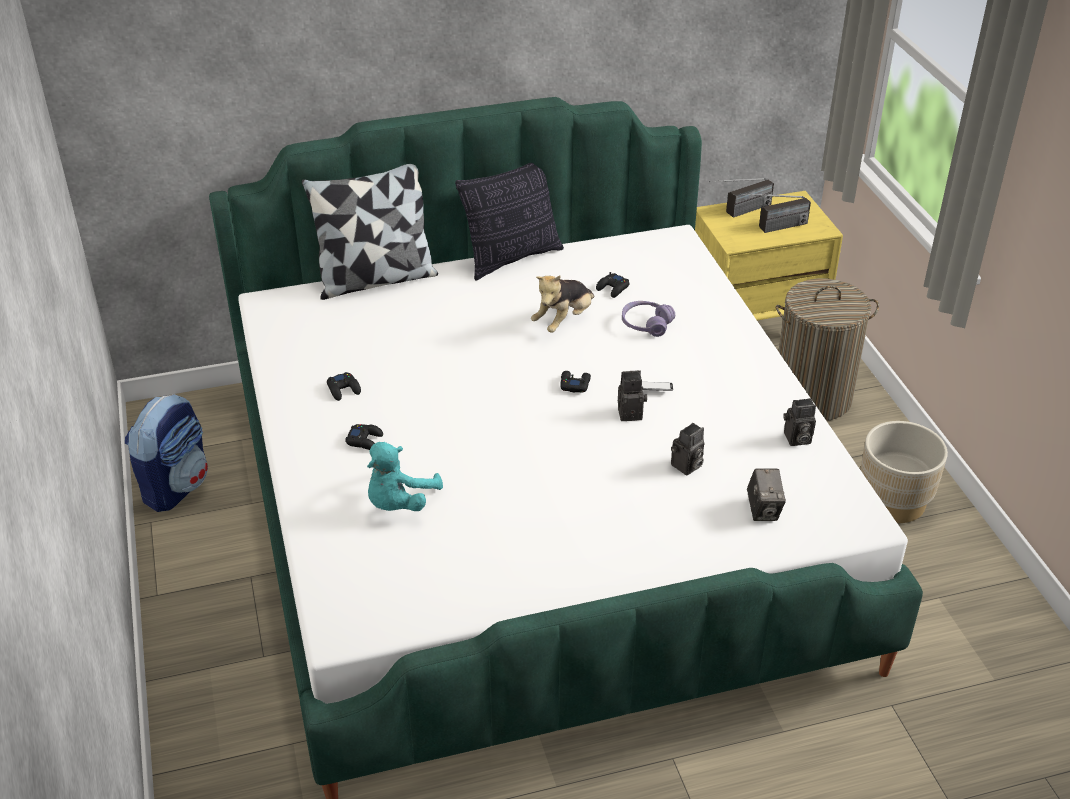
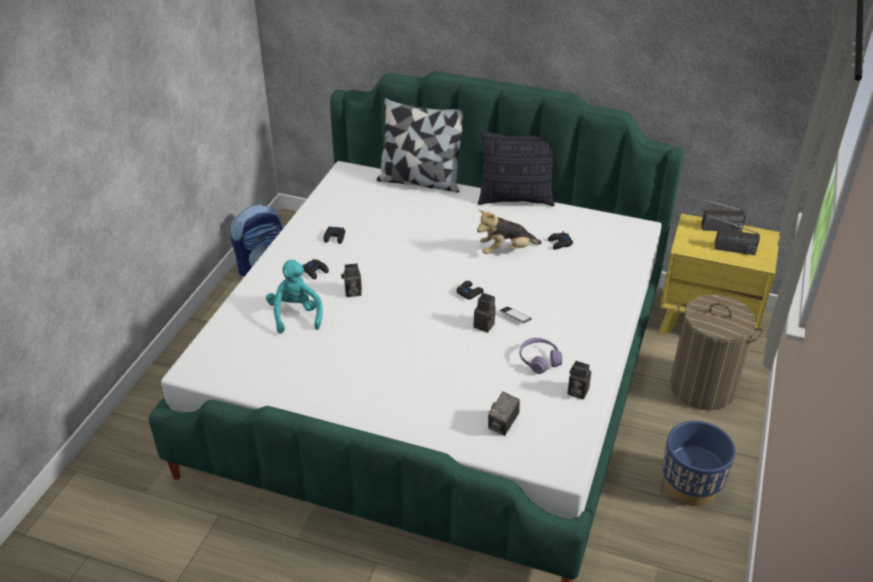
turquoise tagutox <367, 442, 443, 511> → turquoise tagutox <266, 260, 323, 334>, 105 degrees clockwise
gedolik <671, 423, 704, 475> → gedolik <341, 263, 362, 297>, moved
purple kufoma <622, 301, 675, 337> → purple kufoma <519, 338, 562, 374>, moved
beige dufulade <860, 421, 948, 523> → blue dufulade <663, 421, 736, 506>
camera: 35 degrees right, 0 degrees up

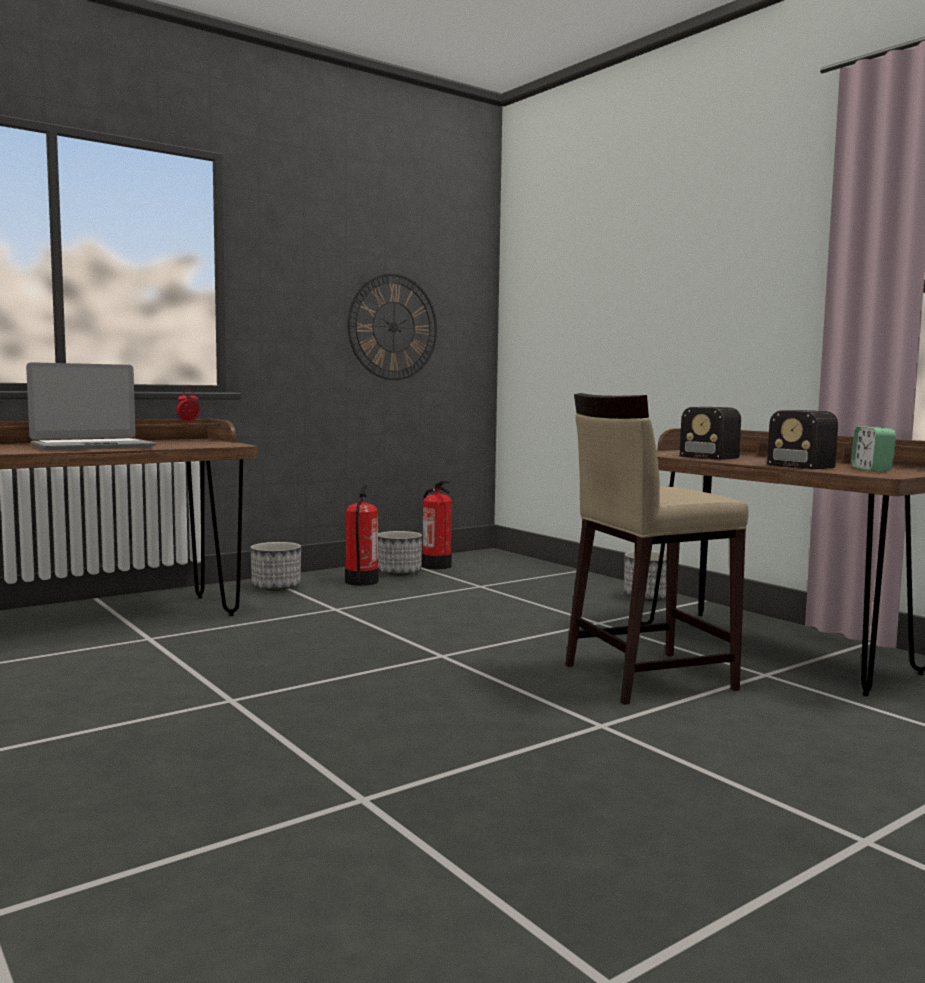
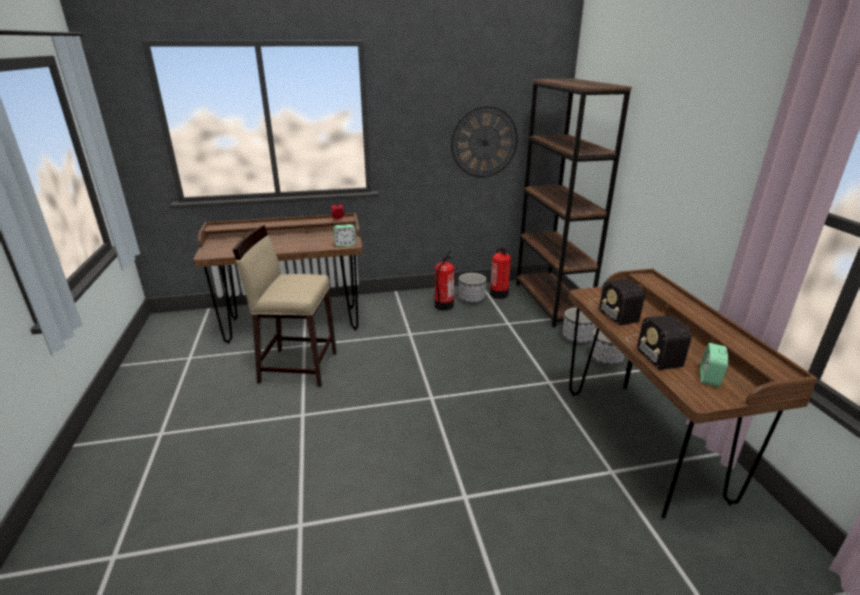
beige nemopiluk <565, 393, 749, 705> → beige nemopiluk <233, 225, 337, 387>, moved
- → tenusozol <333, 224, 356, 246>
- → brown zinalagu <516, 78, 632, 328>
dufulade <250, 542, 301, 591> → dufulade <563, 308, 596, 344>, moved
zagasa <26, 362, 156, 450> → -
camera: 25 degrees right, 20 degrees up

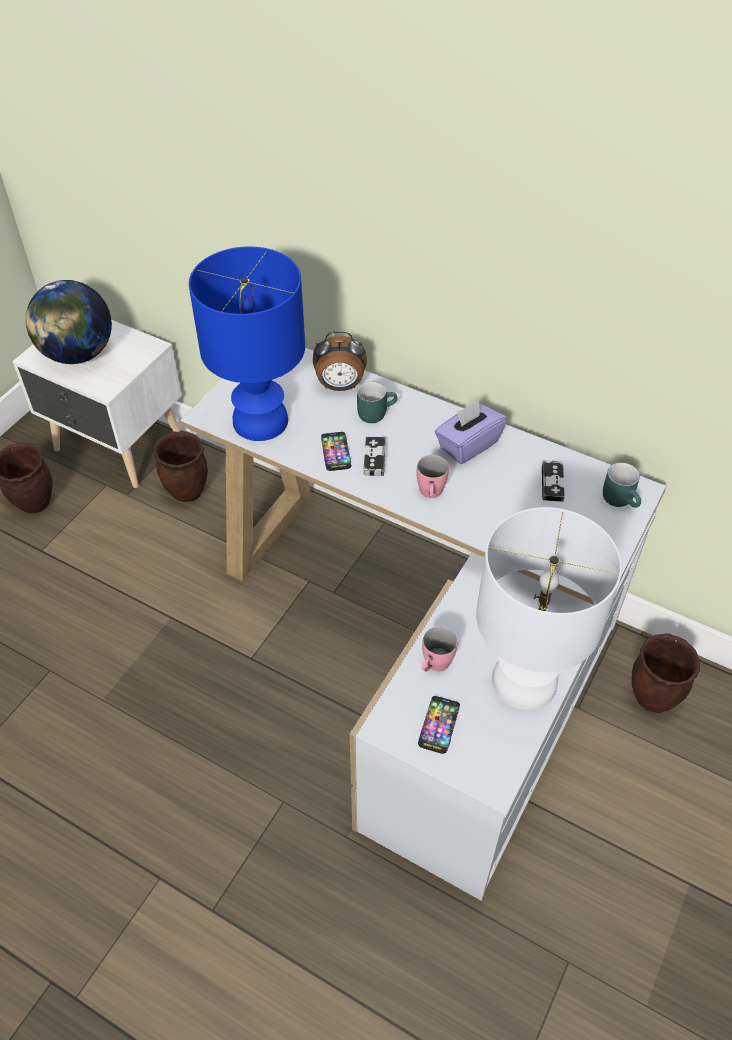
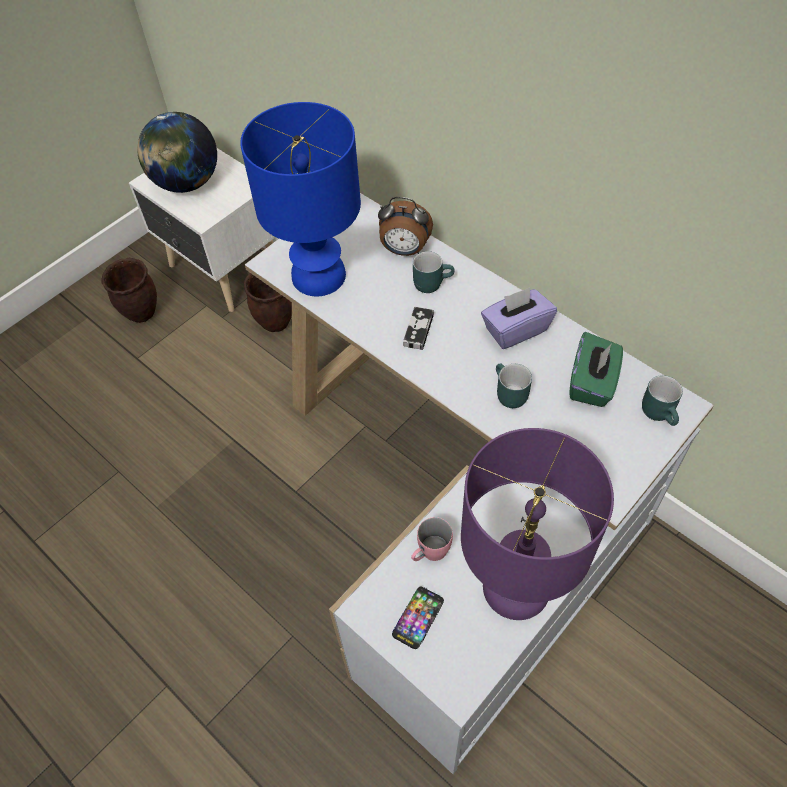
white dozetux <476, 507, 622, 710> → purple dozetux <461, 428, 614, 620>
- → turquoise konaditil <496, 363, 532, 408>
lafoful <542, 460, 565, 502> → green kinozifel <569, 332, 623, 407>
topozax <321, 432, 351, 471> → -
pink konaditil <417, 455, 449, 498> → -
brown dufulade <632, 633, 700, 713> → -
camera: 15 degrees right, 5 degrees up

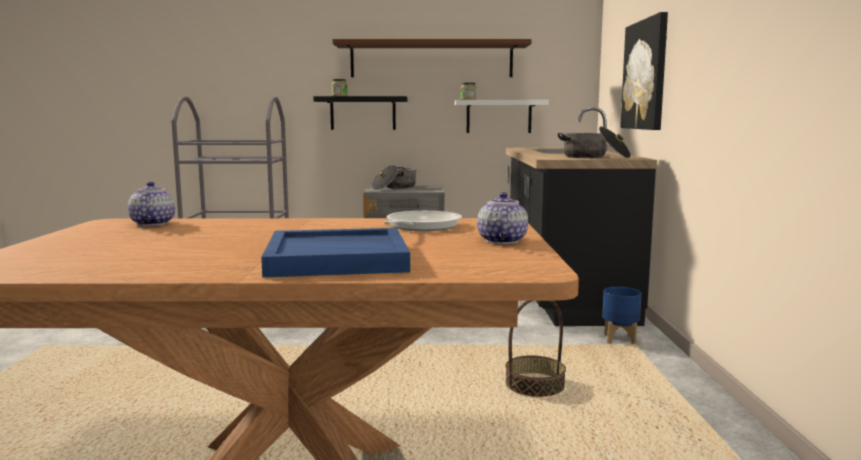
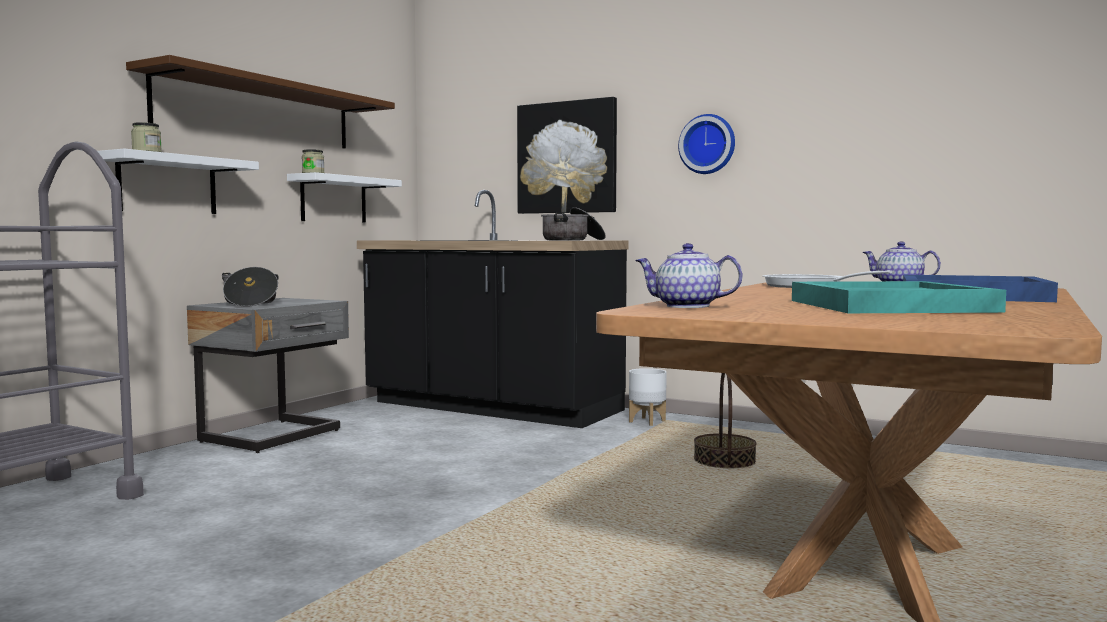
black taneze <313, 96, 408, 130> → white taneze <97, 149, 259, 214>
blue dufulade <602, 287, 642, 344> → white dufulade <629, 368, 667, 426>
- → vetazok <678, 114, 735, 174>
- → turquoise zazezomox <792, 281, 1006, 313>
camera: 60 degrees left, 5 degrees down

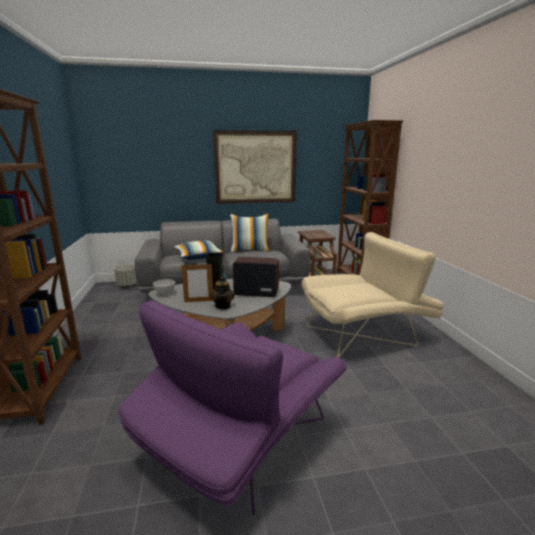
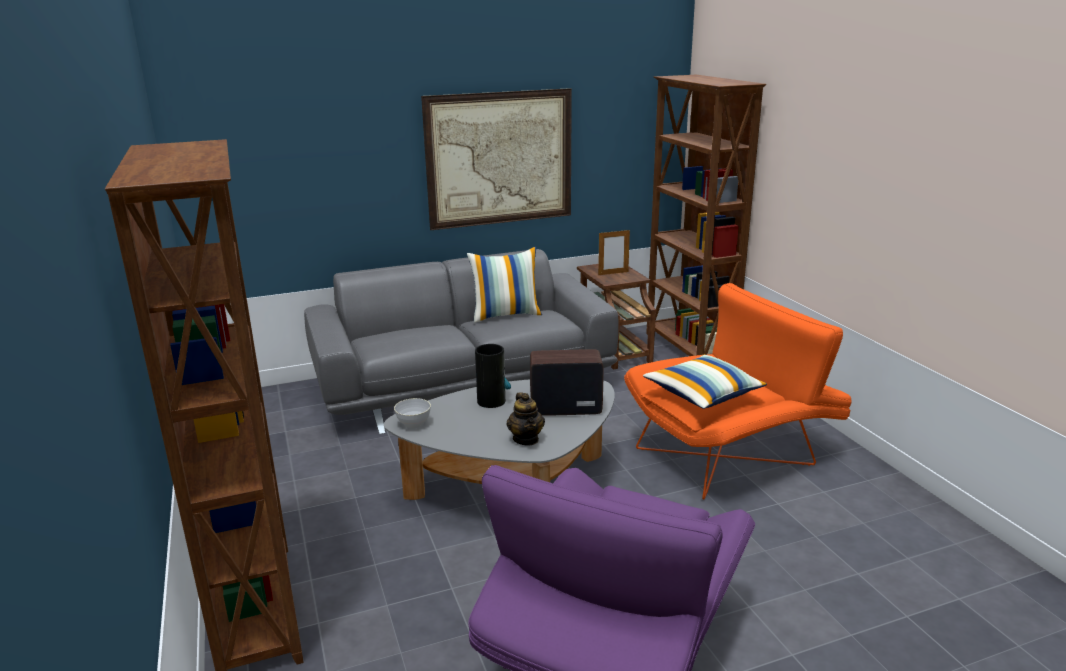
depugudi <181, 263, 213, 302> → depugudi <598, 229, 630, 275>, moved
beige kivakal <302, 232, 444, 357> → orange kivakal <624, 283, 852, 500>
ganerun <174, 240, 224, 260> → ganerun <643, 354, 767, 409>, moved
grey dufulade <114, 264, 137, 287> → -
camera: 10 degrees left, 5 degrees up

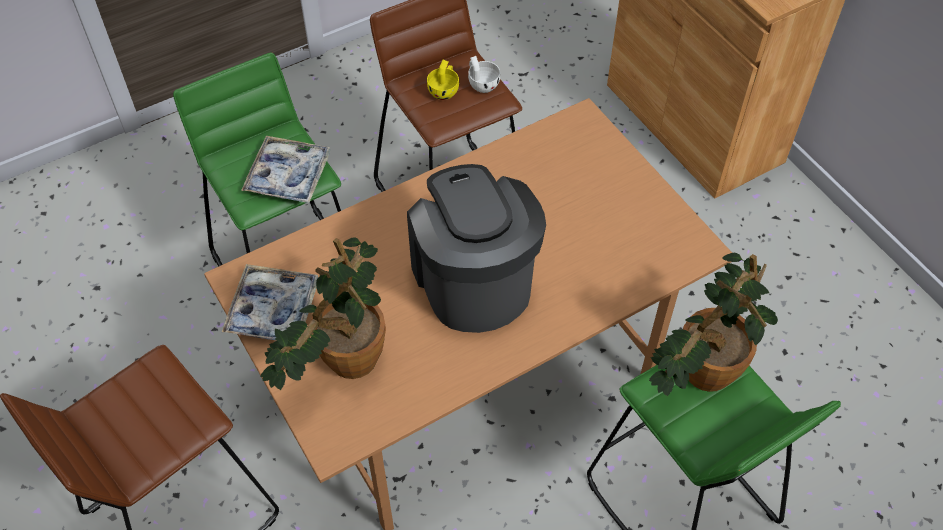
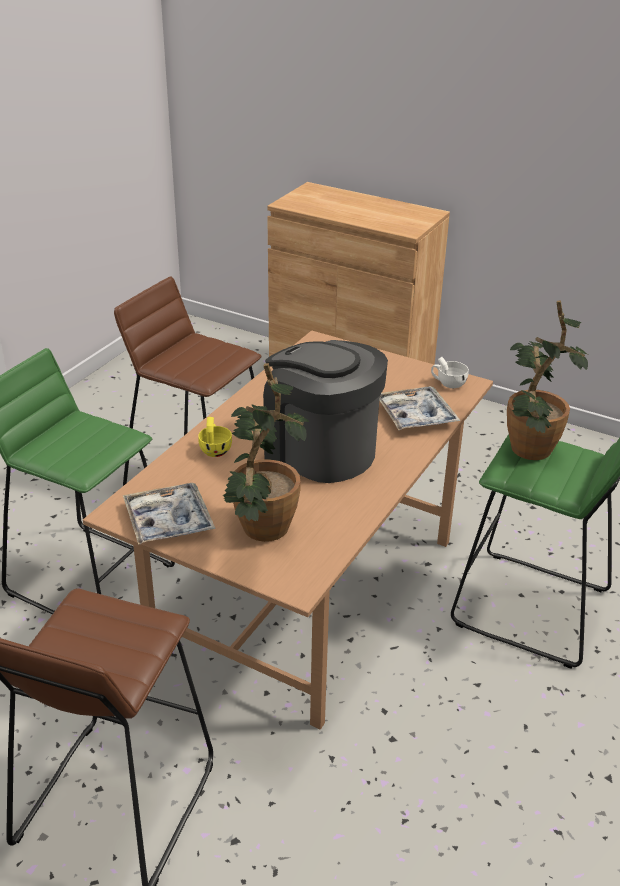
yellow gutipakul <427, 60, 459, 100> → yellow gutipakul <198, 417, 232, 457>, moved
zazezomox <241, 136, 331, 203> → zazezomox <379, 386, 460, 430>, moved
white gutipakul <468, 56, 500, 93> → white gutipakul <431, 357, 469, 388>, moved
camera: 30 degrees left, 20 degrees down

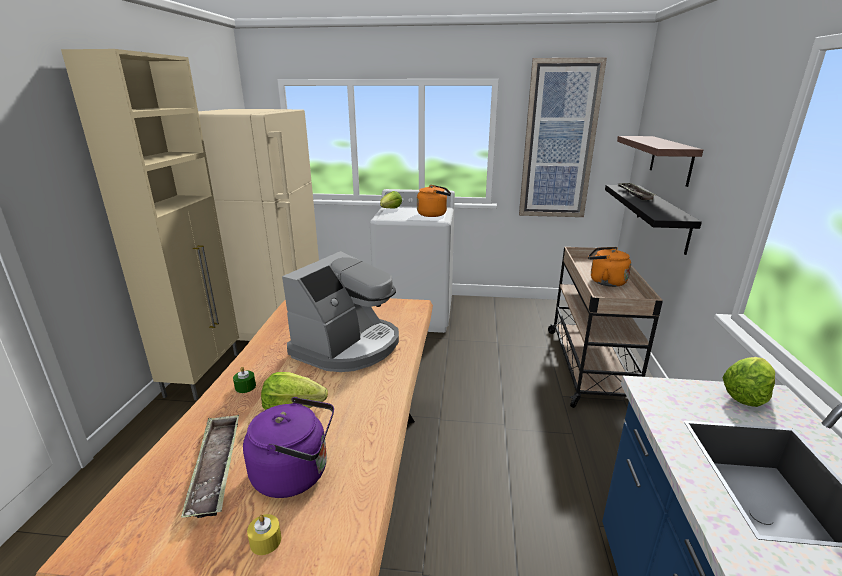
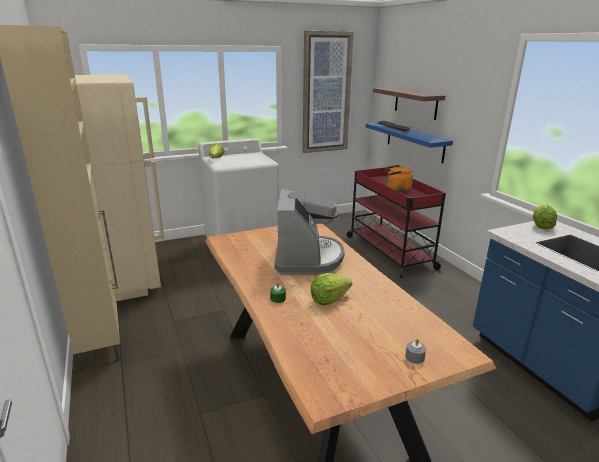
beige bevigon <548, 247, 663, 408> → red bevigon <346, 167, 446, 278>
black taneze <605, 185, 702, 255> → blue taneze <366, 123, 453, 163>
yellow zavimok <247, 514, 281, 555> → grey zavimok <405, 339, 426, 364>
zazezomox <181, 415, 239, 518> → -
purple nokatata <243, 397, 334, 498> → -
orange nokatata <417, 185, 451, 217> → -
camera: 30 degrees left, 0 degrees up

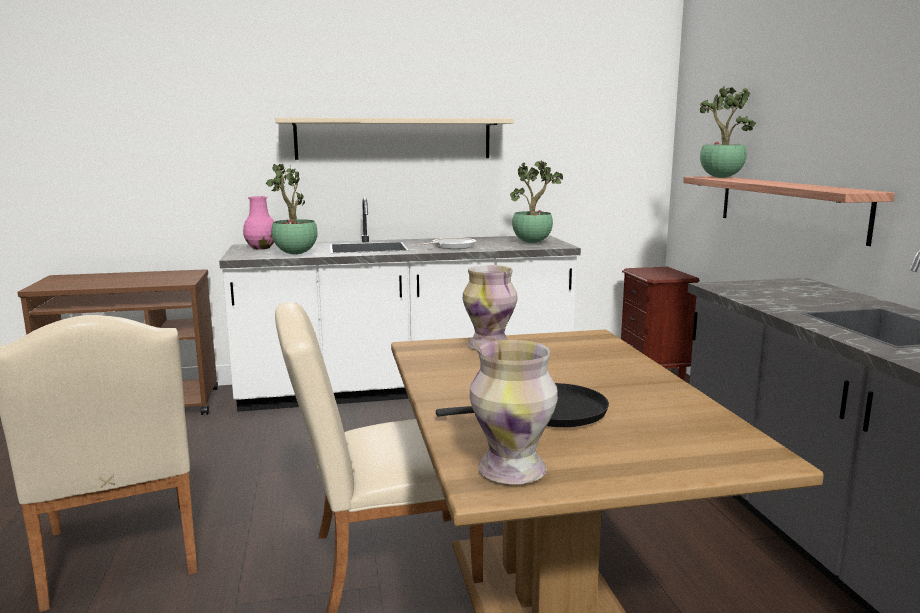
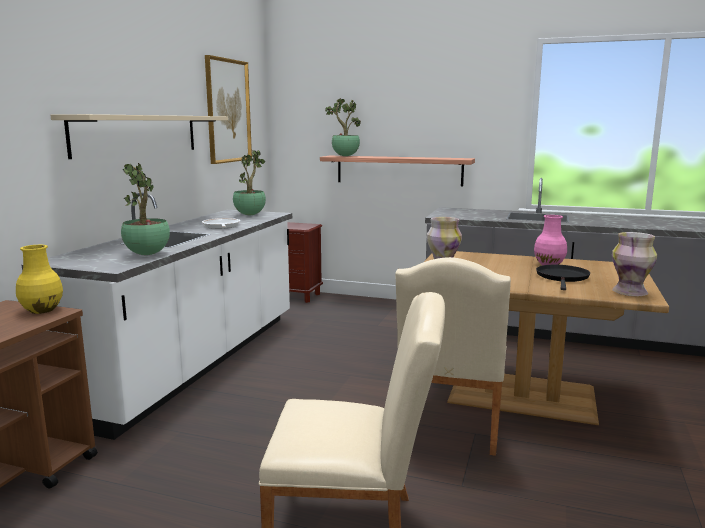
- → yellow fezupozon <16, 245, 63, 314>
- → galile <205, 55, 252, 164>
pink fezupozon <243, 196, 274, 249> → pink fezupozon <534, 215, 567, 265>, moved
camera: 60 degrees left, 0 degrees up

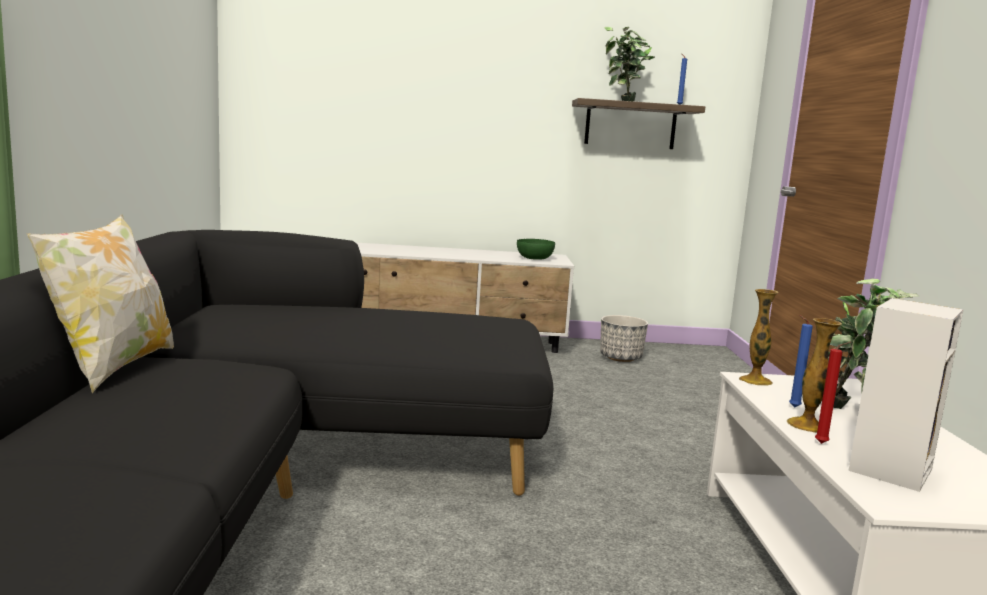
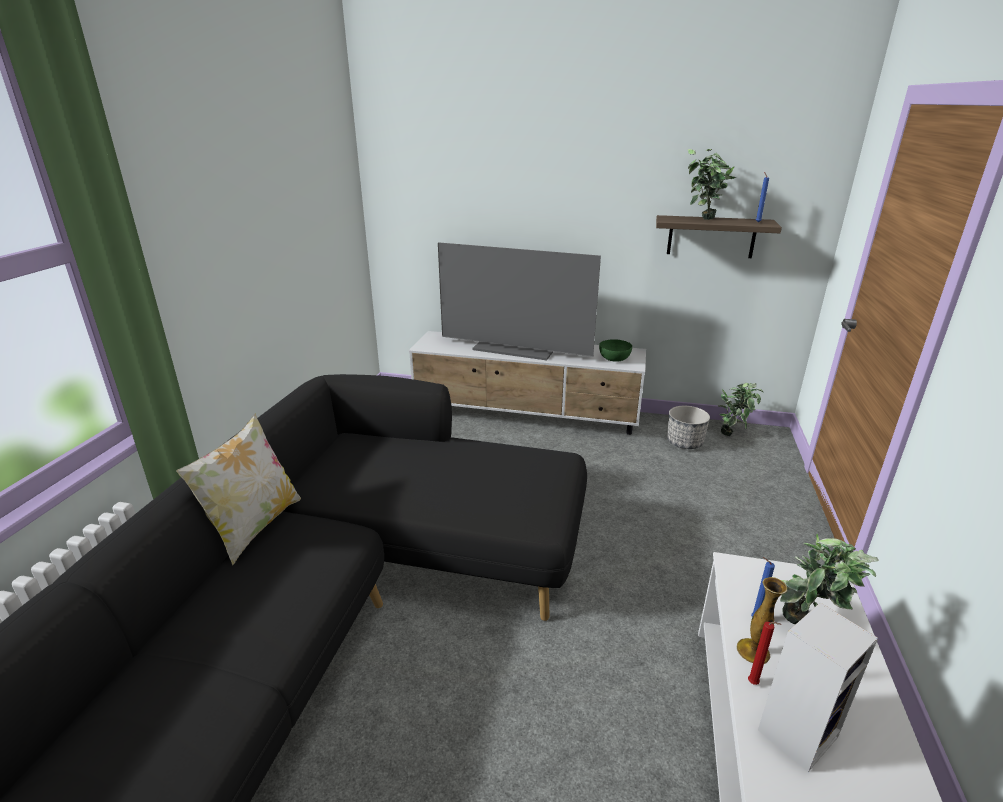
- → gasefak <438, 242, 601, 360>
- → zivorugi <718, 383, 763, 436>
fezupozon <739, 289, 779, 386> → -
camera: 15 degrees right, 15 degrees up

